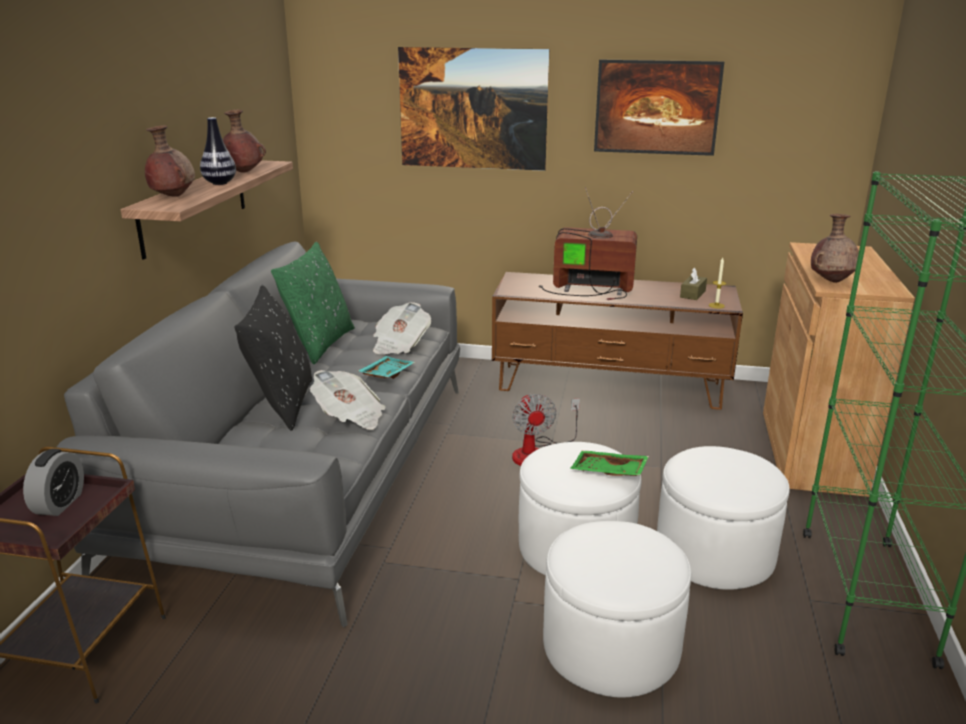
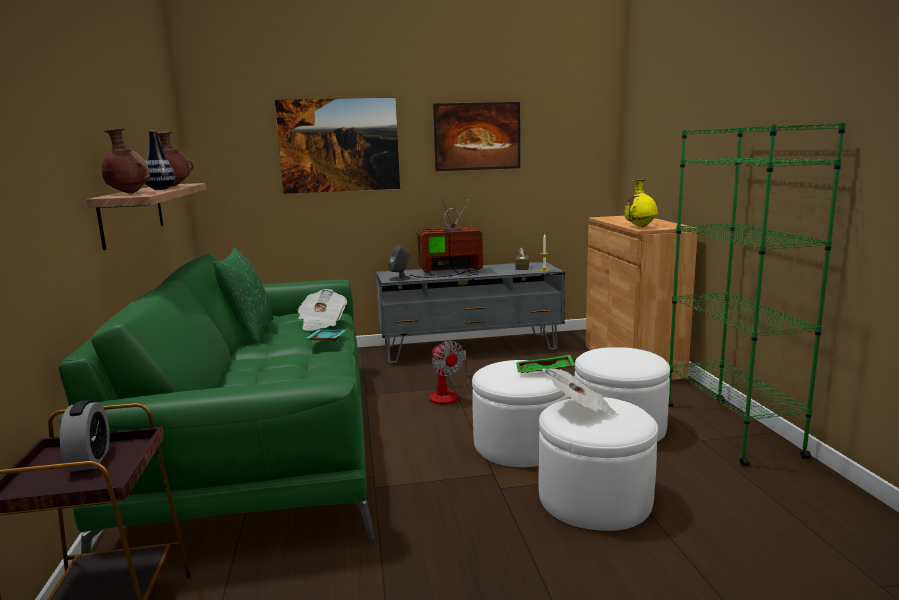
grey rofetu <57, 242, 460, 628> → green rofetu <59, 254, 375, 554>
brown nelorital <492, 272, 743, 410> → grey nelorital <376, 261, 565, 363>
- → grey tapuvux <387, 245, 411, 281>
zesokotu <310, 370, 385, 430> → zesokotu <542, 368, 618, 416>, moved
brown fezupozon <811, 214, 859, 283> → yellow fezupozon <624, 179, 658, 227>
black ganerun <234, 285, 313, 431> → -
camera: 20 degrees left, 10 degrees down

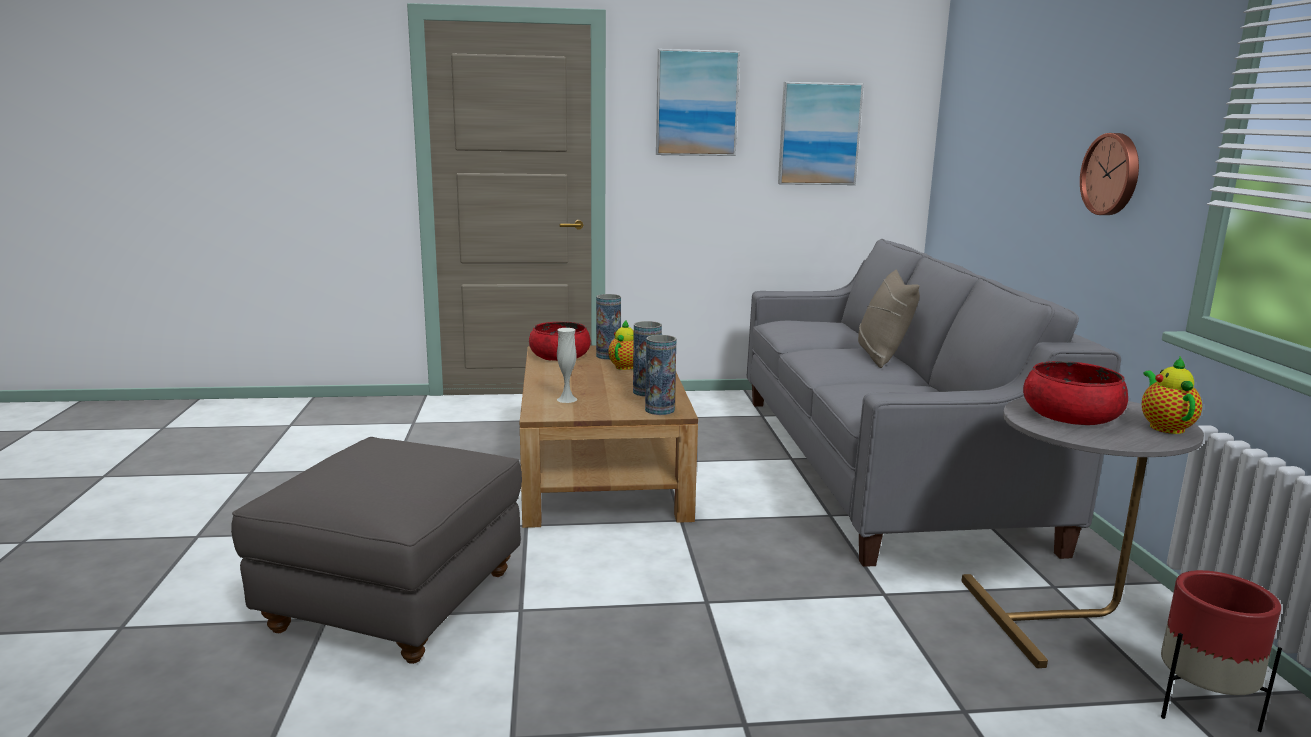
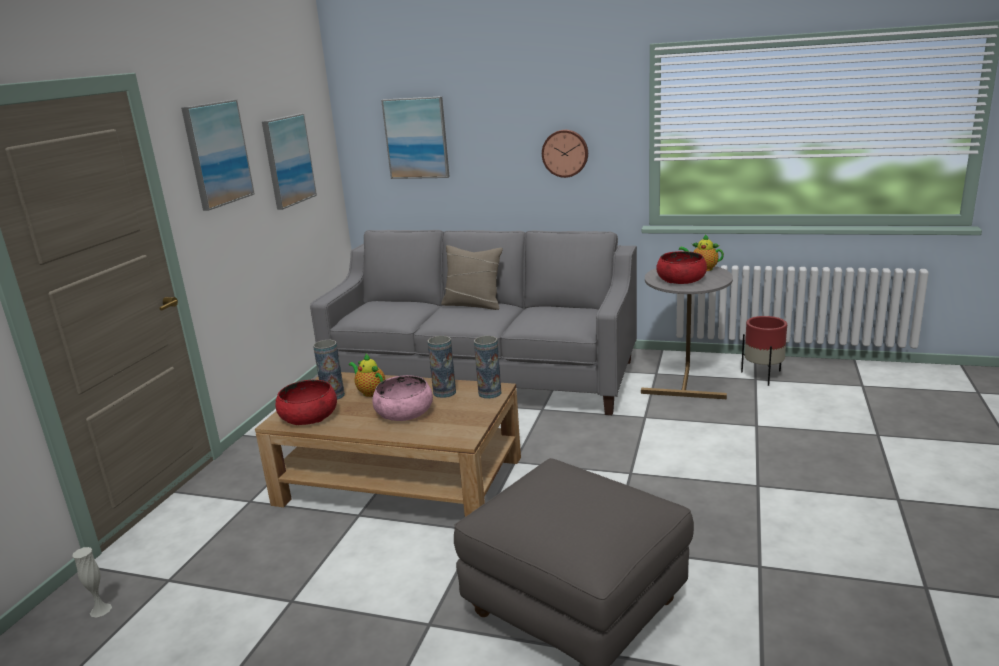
white fezupozon <557, 328, 577, 403> → white fezupozon <72, 547, 112, 618>, moved
- → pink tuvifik <372, 375, 433, 421>
- → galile <381, 96, 450, 179>
camera: 65 degrees left, 5 degrees up

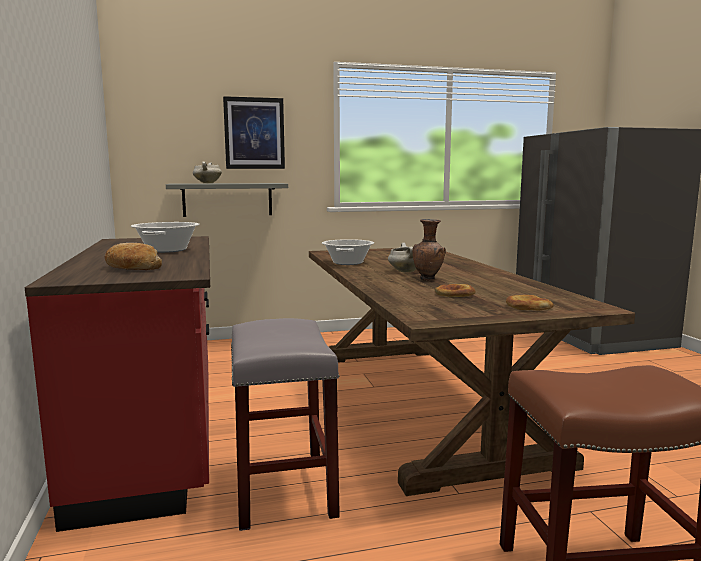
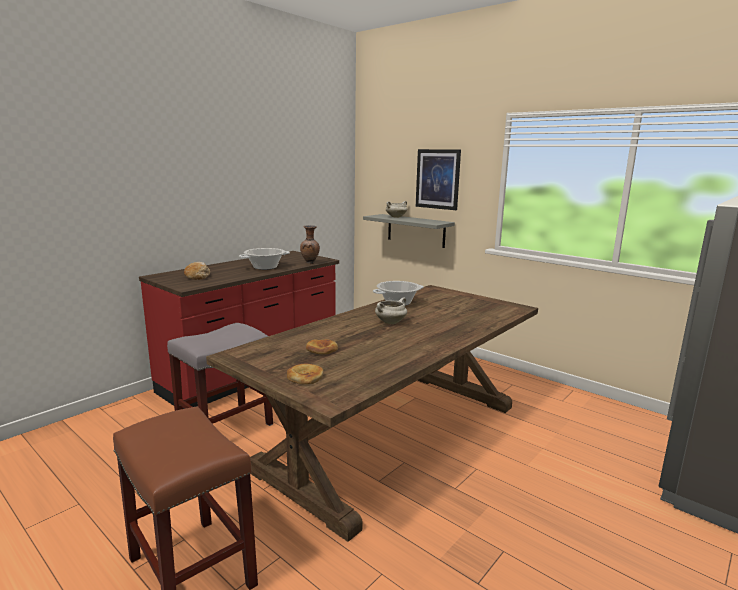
brown fezupozon <412, 219, 446, 280> → brown fezupozon <300, 225, 320, 264>, moved
camera: 55 degrees right, 5 degrees up

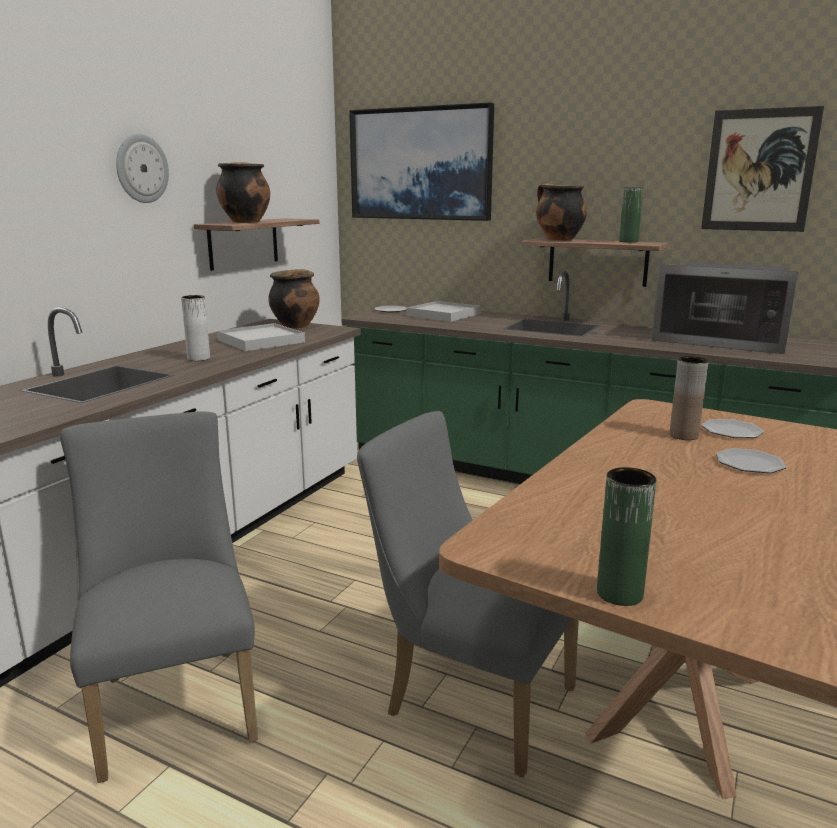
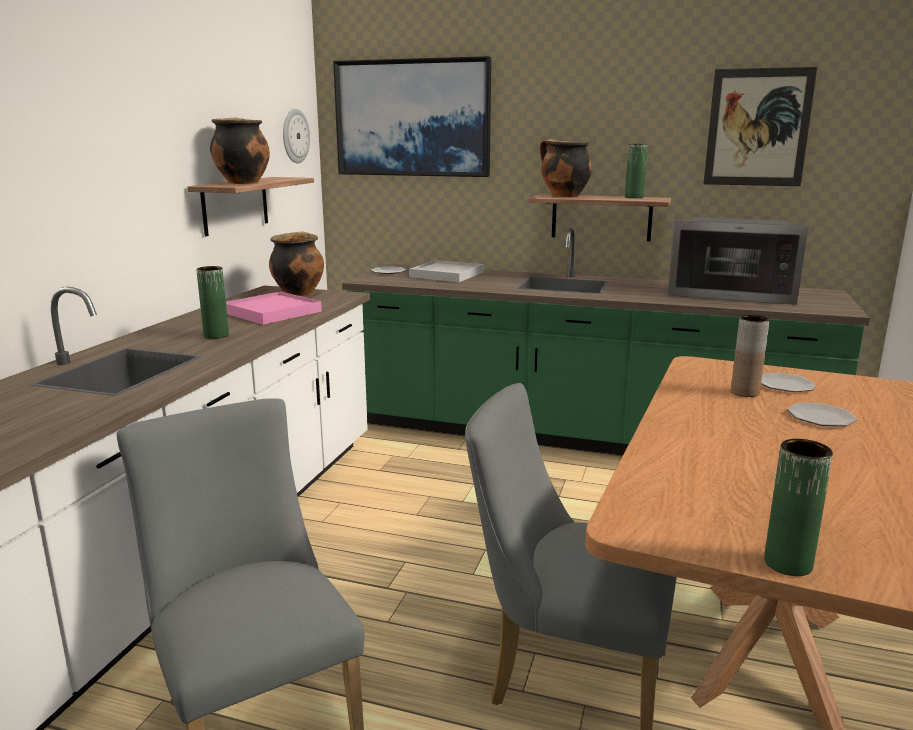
white fezupozon <181, 295, 210, 361> → green fezupozon <196, 266, 229, 339>
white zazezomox <217, 323, 305, 351> → pink zazezomox <226, 292, 322, 325>
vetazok <116, 134, 169, 203> → vetazok <283, 109, 310, 163>, moved
camera: 10 degrees left, 0 degrees up

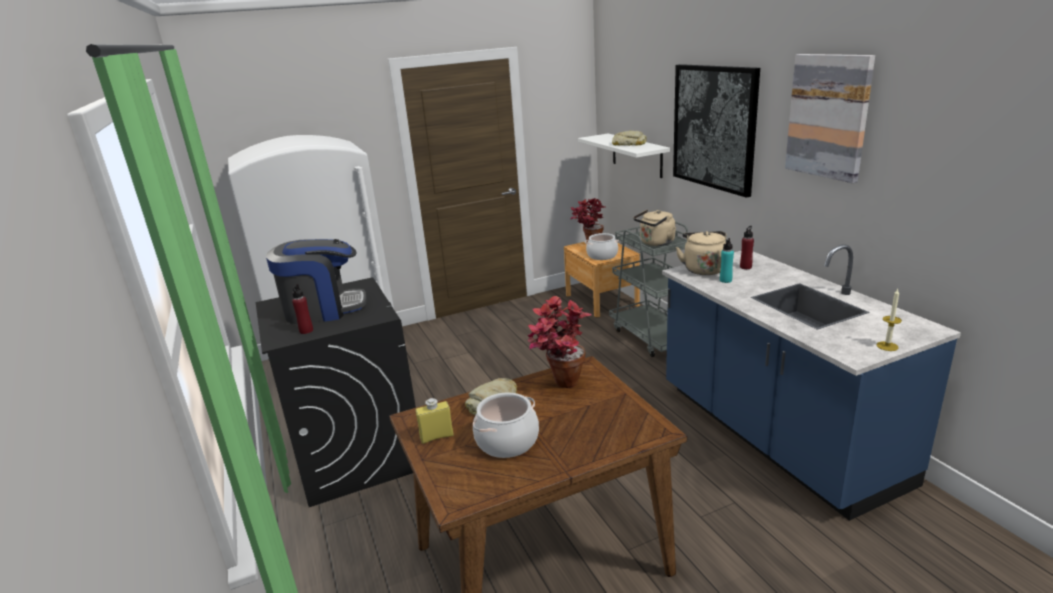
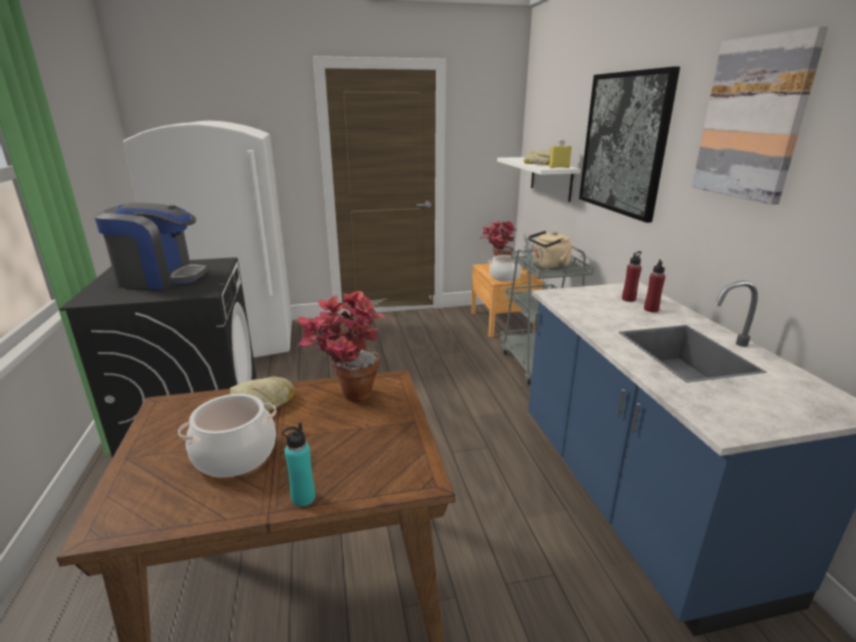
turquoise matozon <720, 238, 734, 283> → turquoise matozon <282, 422, 315, 507>, moved
yellow matozon <416, 398, 454, 444> → yellow matozon <549, 140, 572, 168>, moved
red matozon <292, 284, 313, 334> → red matozon <644, 259, 665, 312>, moved
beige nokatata <676, 231, 726, 275> → -
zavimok <876, 289, 902, 351> → -
camera: 10 degrees right, 0 degrees up

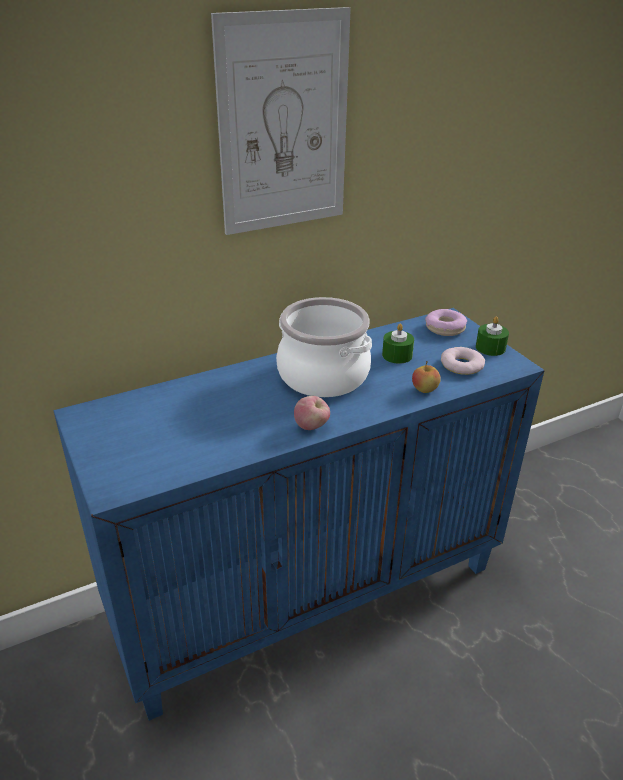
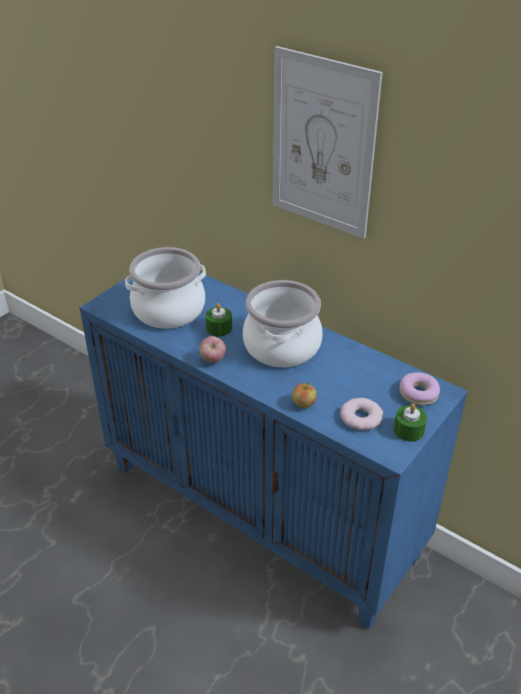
- → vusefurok <125, 247, 206, 329>
green zavimok <382, 323, 414, 364> → green zavimok <206, 303, 232, 337>, moved
camera: 65 degrees right, 5 degrees up

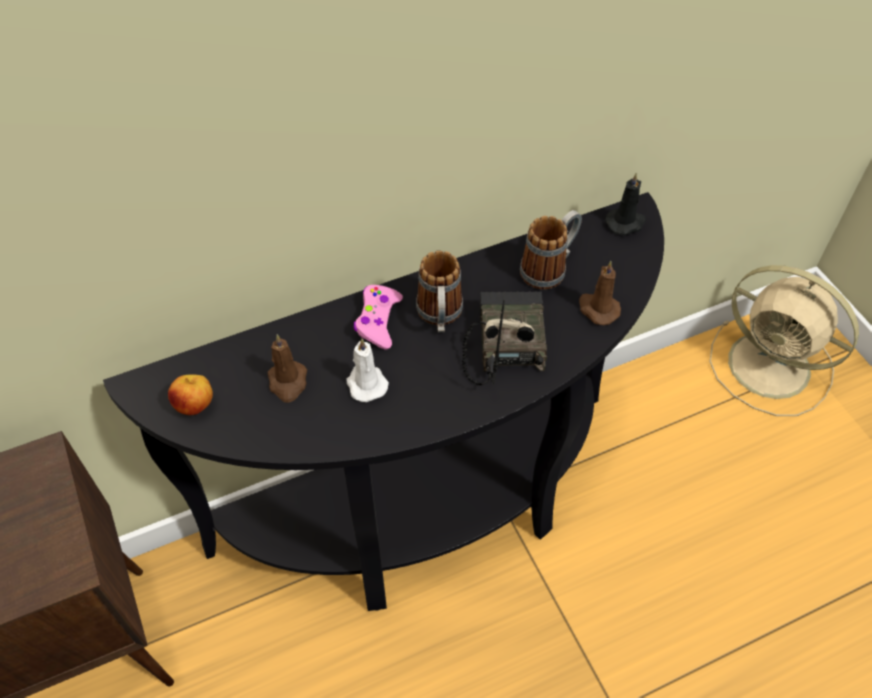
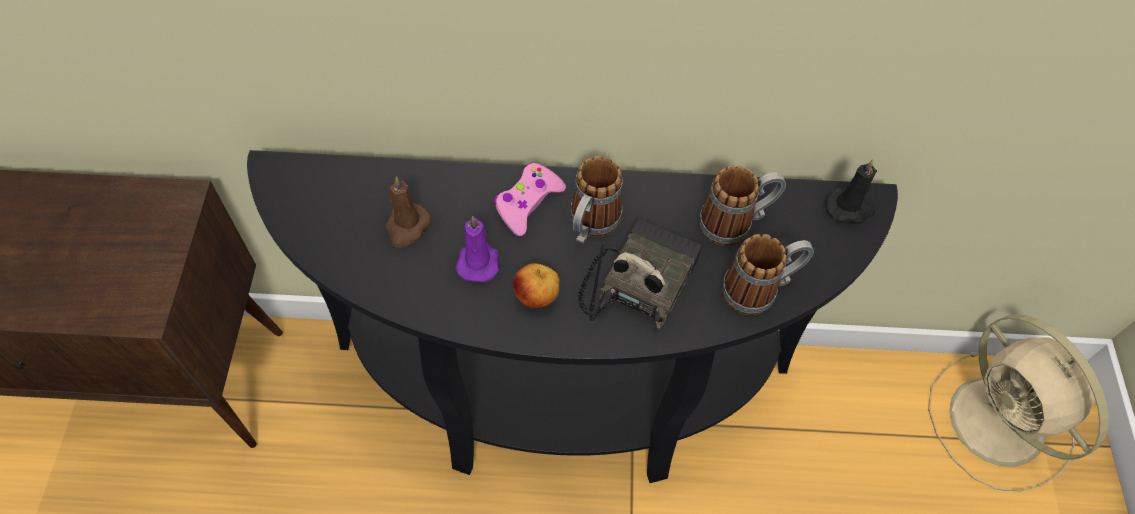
white zavimok <347, 338, 389, 402> → purple zavimok <455, 216, 499, 282>
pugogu <168, 374, 213, 415> → pugogu <513, 263, 560, 308>, moved
brown zavimok <579, 261, 621, 325> → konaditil <721, 234, 814, 315>
camera: 25 degrees right, 5 degrees up

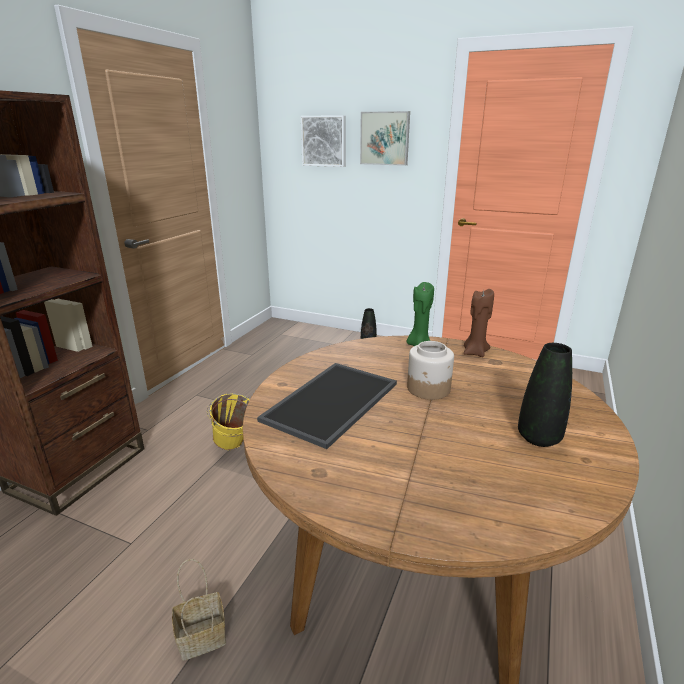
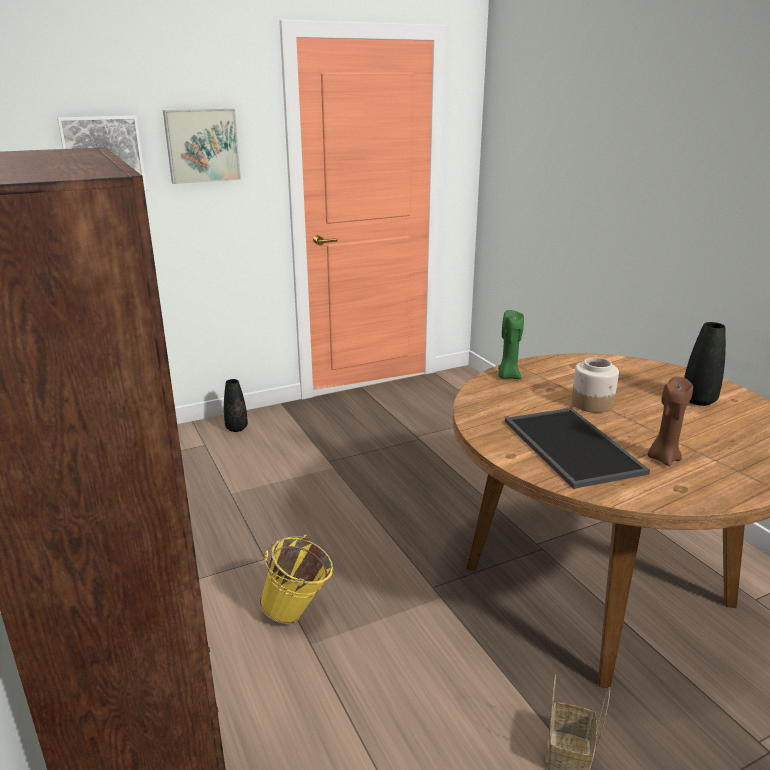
brown zavimok <464, 289, 494, 357> → brown zavimok <648, 376, 693, 466>, moved
camera: 50 degrees left, 0 degrees up

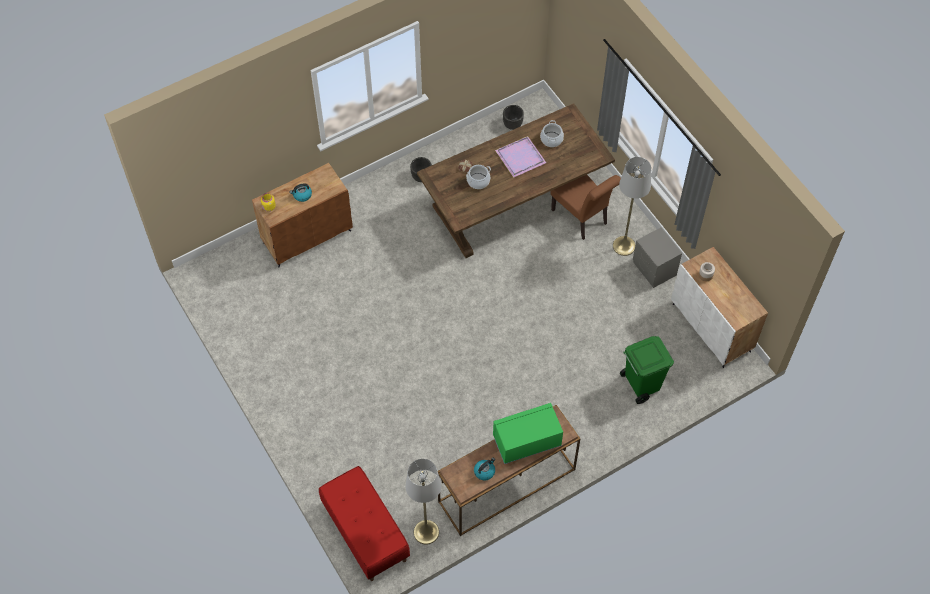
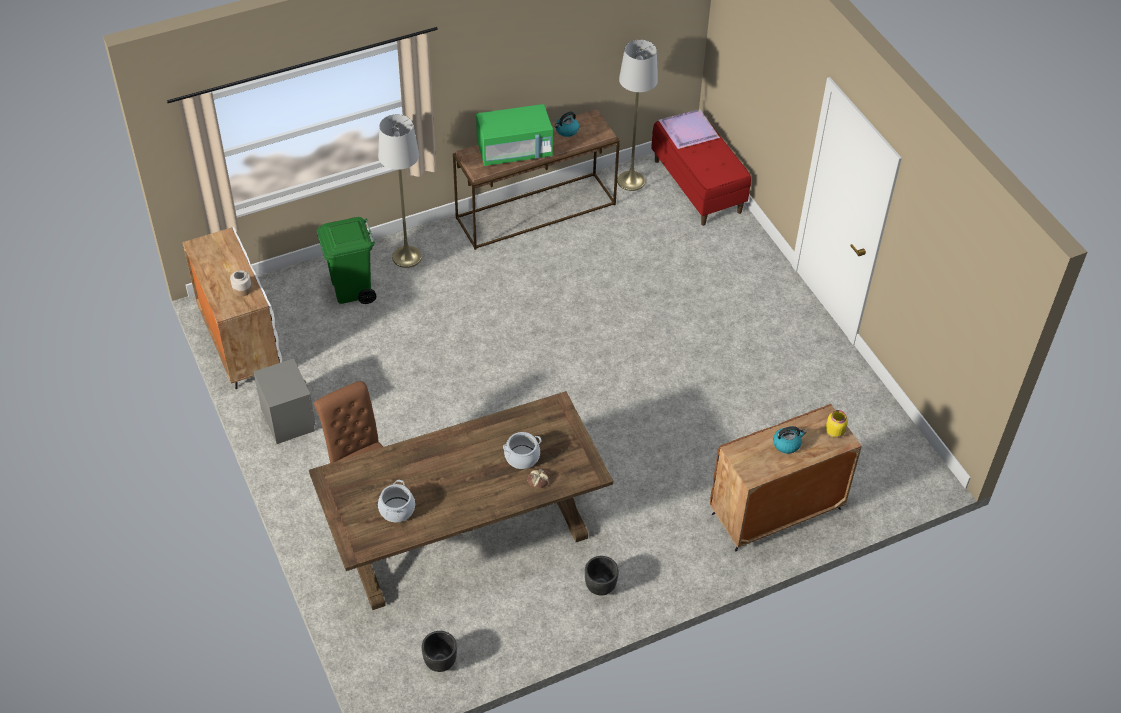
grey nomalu <613, 157, 651, 256> → grey nomalu <378, 114, 422, 268>, moved
purple zazezomox <495, 136, 546, 178> → purple zazezomox <659, 109, 720, 149>, moved
camera: 175 degrees left, 10 degrees down

